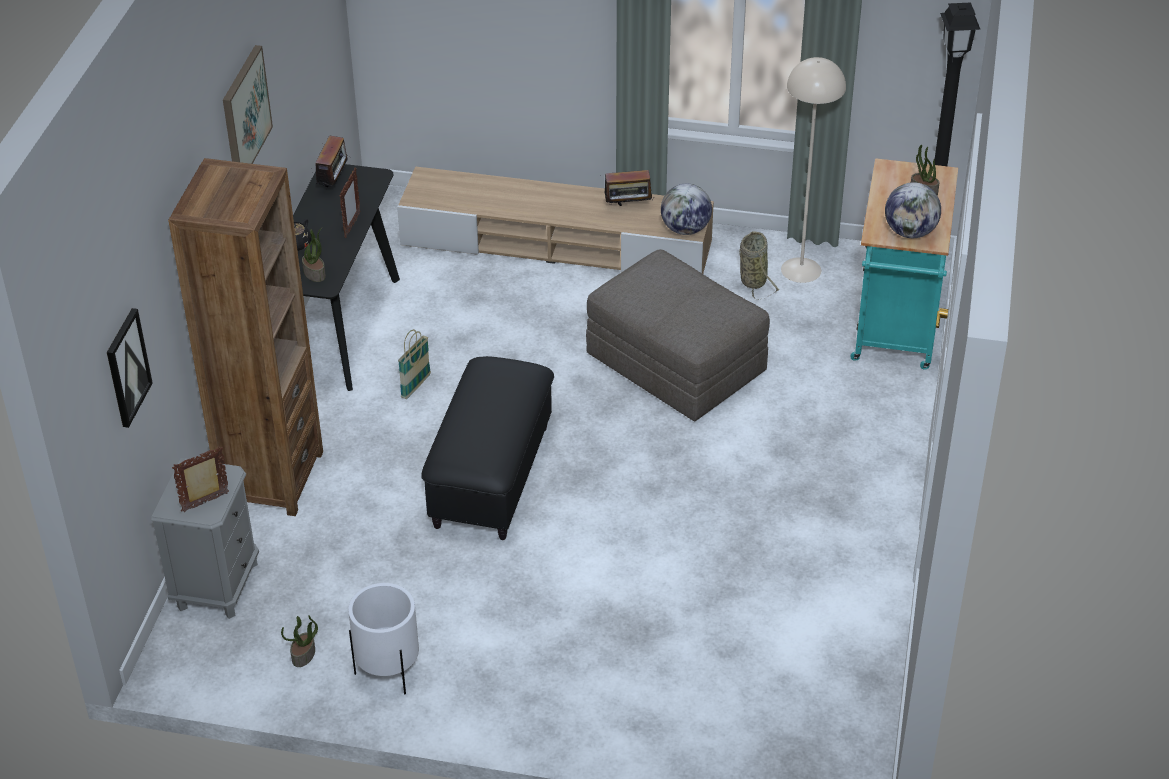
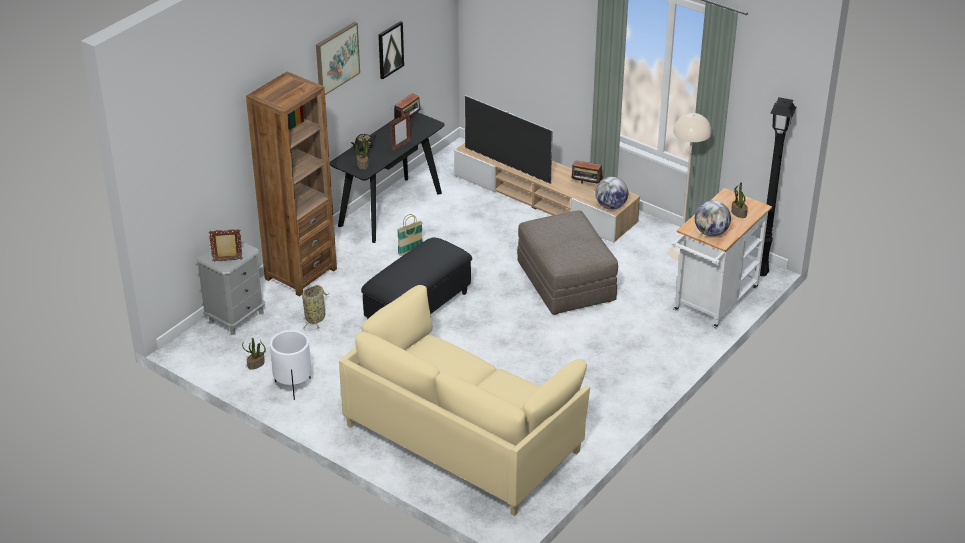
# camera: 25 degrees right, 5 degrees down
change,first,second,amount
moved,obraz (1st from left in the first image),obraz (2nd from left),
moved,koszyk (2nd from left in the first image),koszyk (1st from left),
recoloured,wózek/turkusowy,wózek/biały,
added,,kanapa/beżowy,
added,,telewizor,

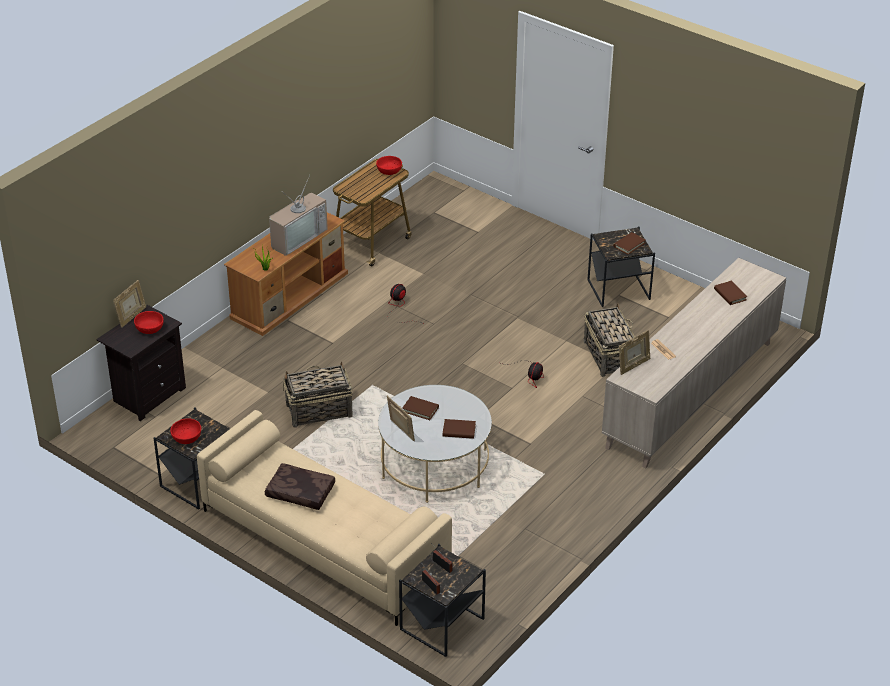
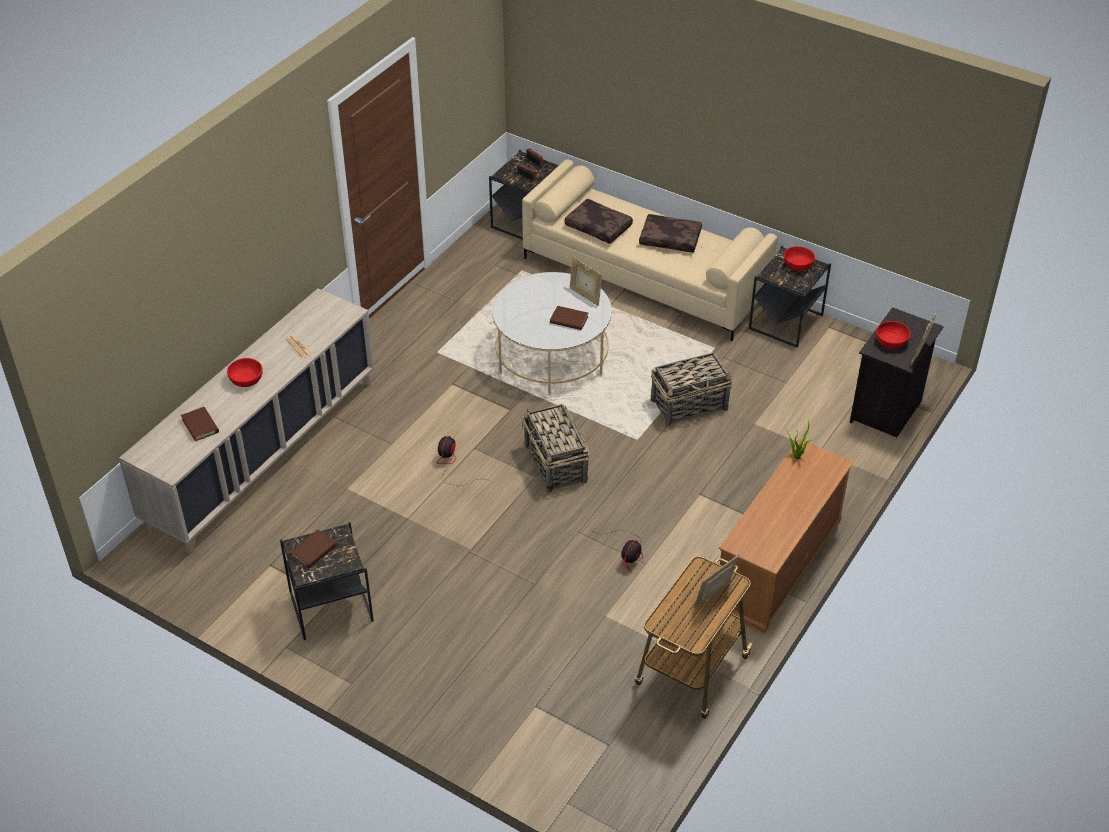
# camera: 175 degrees right, 5 degrees up
change,first,second,amount
removed,telewizor,,
moved,miska/czerwony (3rd from left in the first image),miska/czerwony (1st from left),
removed,książka/brązowy (2nd from left),,
moved,koszyk (2nd from left in the first image),koszyk (1st from left),
moved,ramka na zdjęcie (3rd from left in the first image),ramka na zdjęcie (2nd from left),
added,,poduszka/brązowy (1st from left),

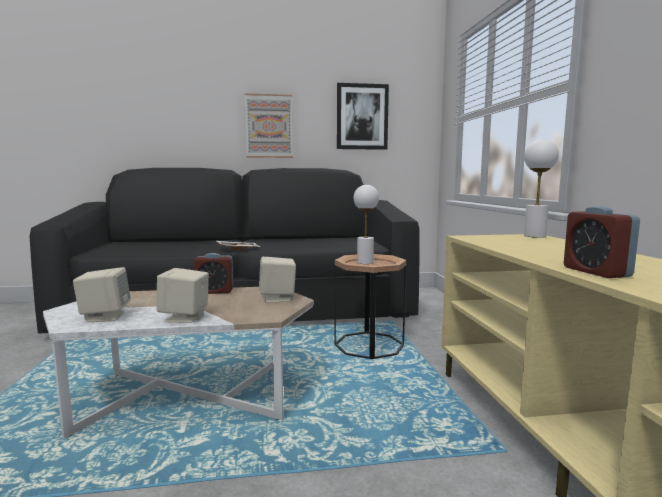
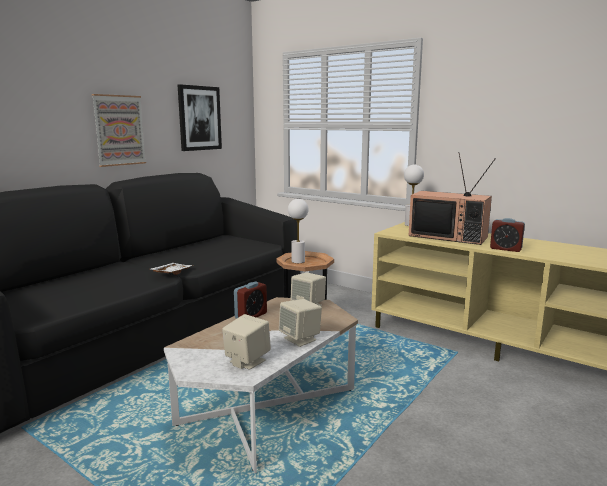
# camera: 45 degrees left, 5 degrees up
change,first,second,amount
added,,telewizor,

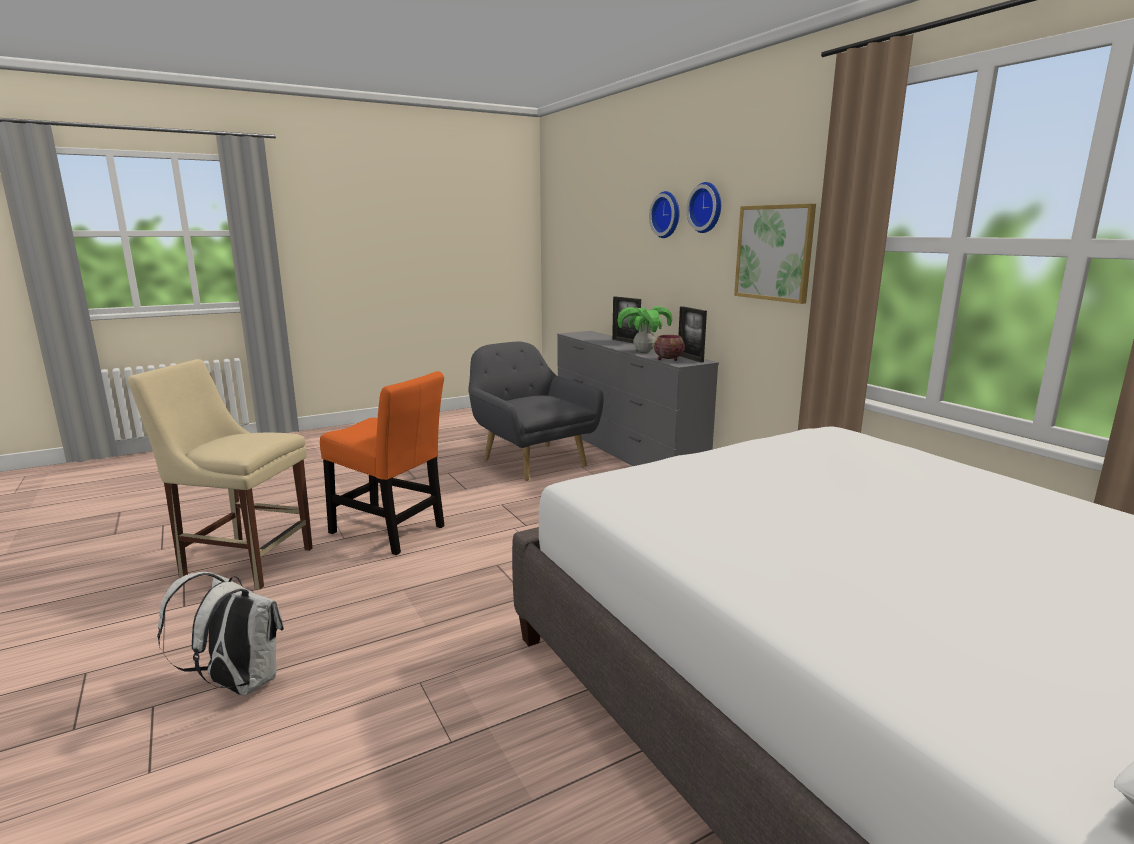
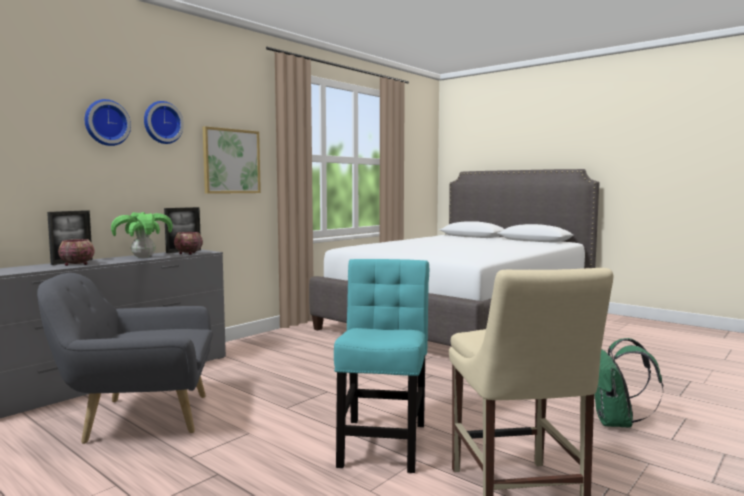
# camera: 110 degrees left, 10 degrees down
change,first,second,amount
recoloured,plecak/biały,plecak/zielony,
recoloured,krzesło/pomarańczowy,krzesło/turkusowy,
turned,fotel/szary,,45 degrees clockwise
added,,miska (1st from left),

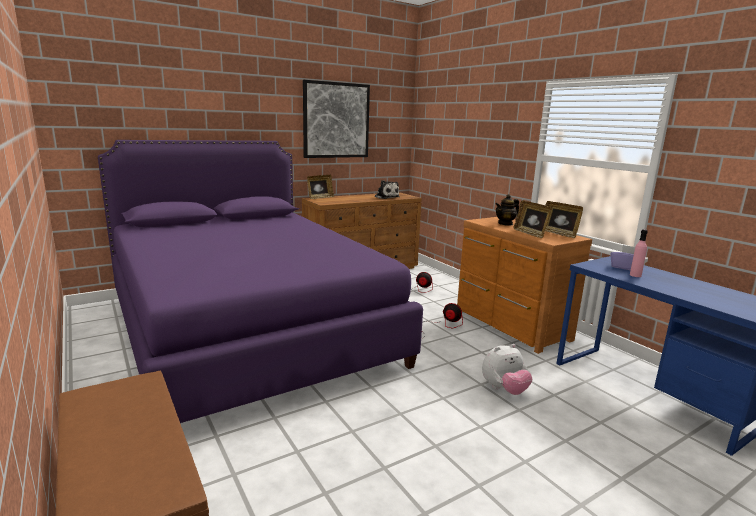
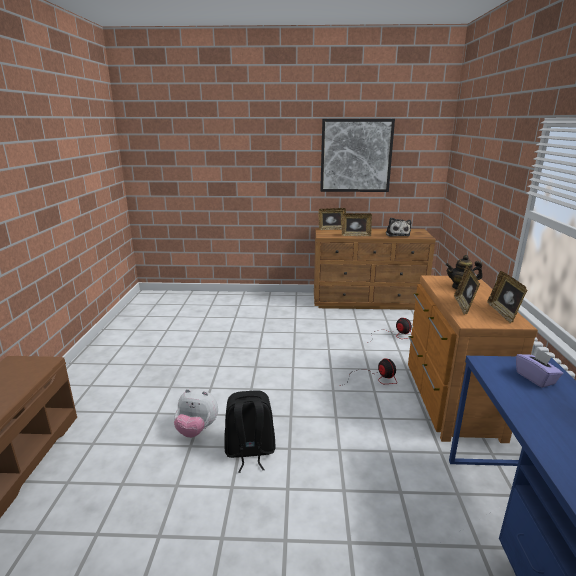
# camera: 35 degrees right, 5 degrees up
change,first,second,amount
removed,łóżko/fioletowy,,
moved,pluszak (2nd from left in the first image),pluszak (1st from left),
removed,butelka/różowy,,
added,,plecak/czarny,
added,,ramka na zdjęcie (2nd from left),

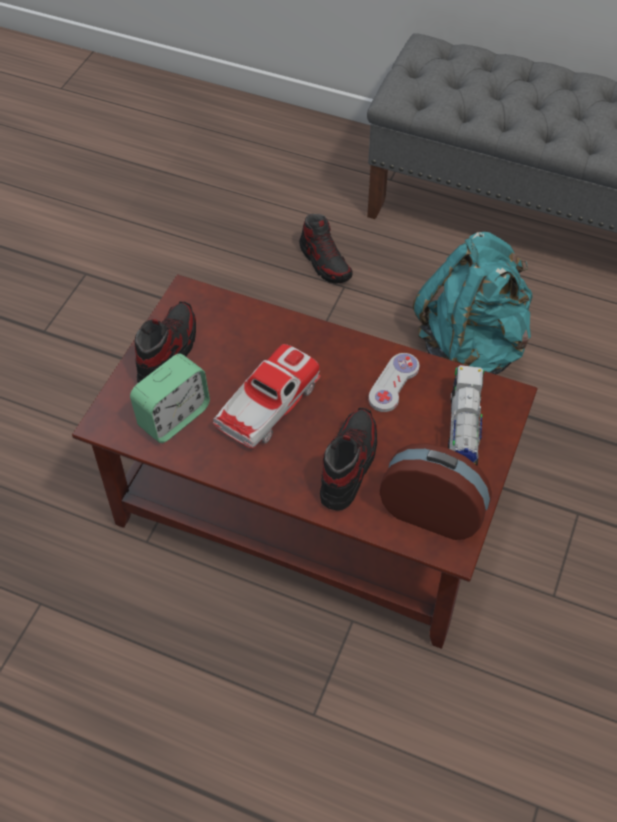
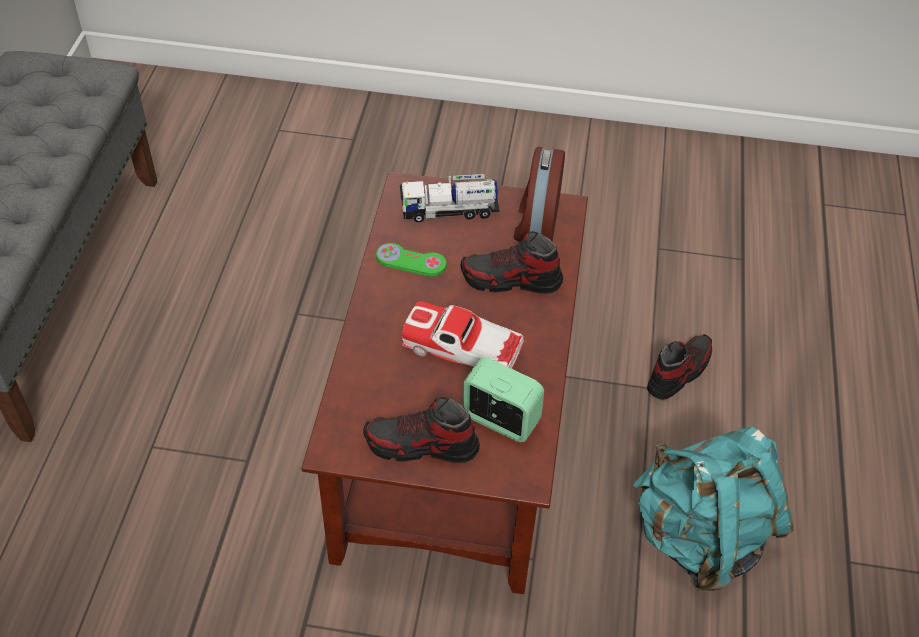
# camera: 105 degrees left, 5 degrees down
change,first,second,amount
moved,but (2nd from left in the first image),but (3rd from left),
recoloured,pad do gier/biały,pad do gier/zielony,
moved,plecak/turkusowy,,

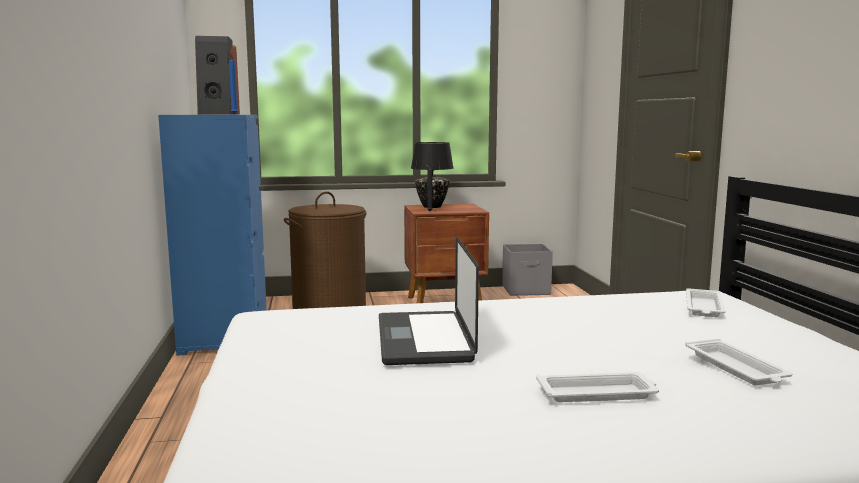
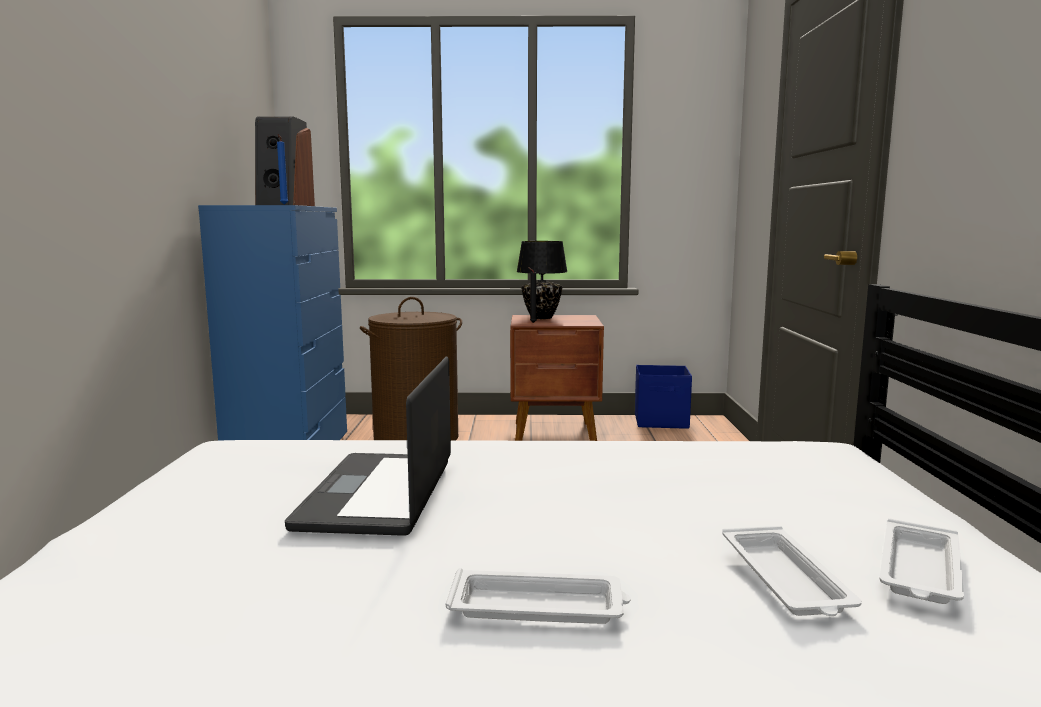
# camera: 10 degrees right, 0 degrees up
change,first,second,amount
recoloured,pojemnik do przechowywania/szary,pojemnik do przechowywania/niebieski,
moved,taca/biały (2nd from left in the first image),taca/biały (3rd from left),

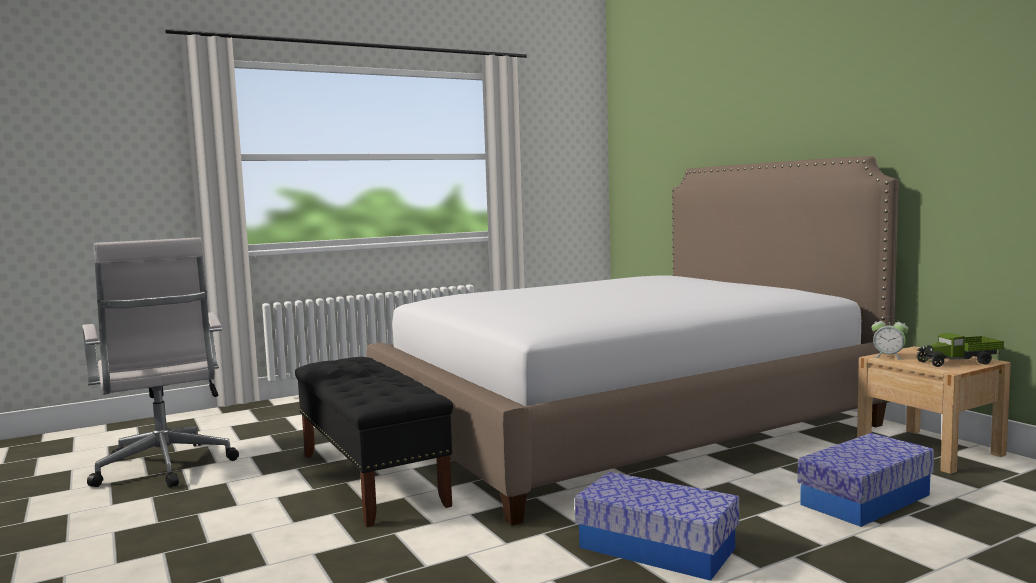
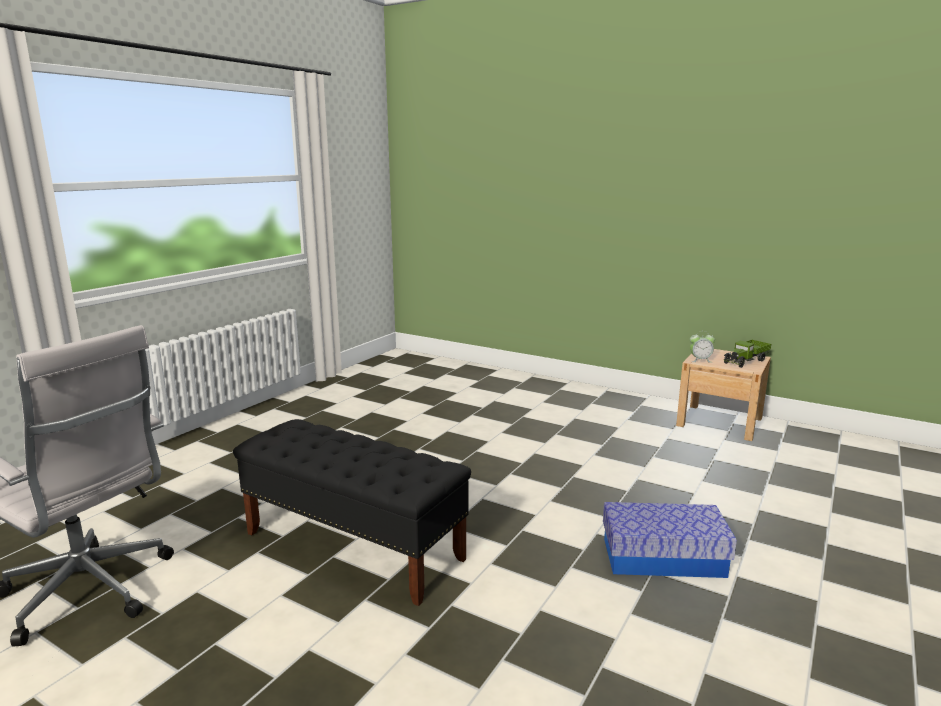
# camera: 30 degrees left, 10 degrees up
change,first,second,amount
removed,łóżko,,
removed,pojemnik do przechowywania (2nd from left),,

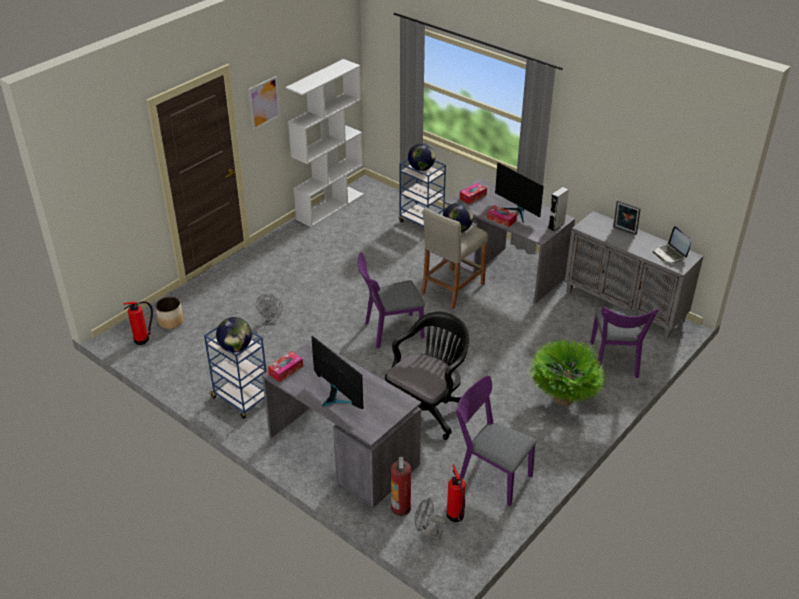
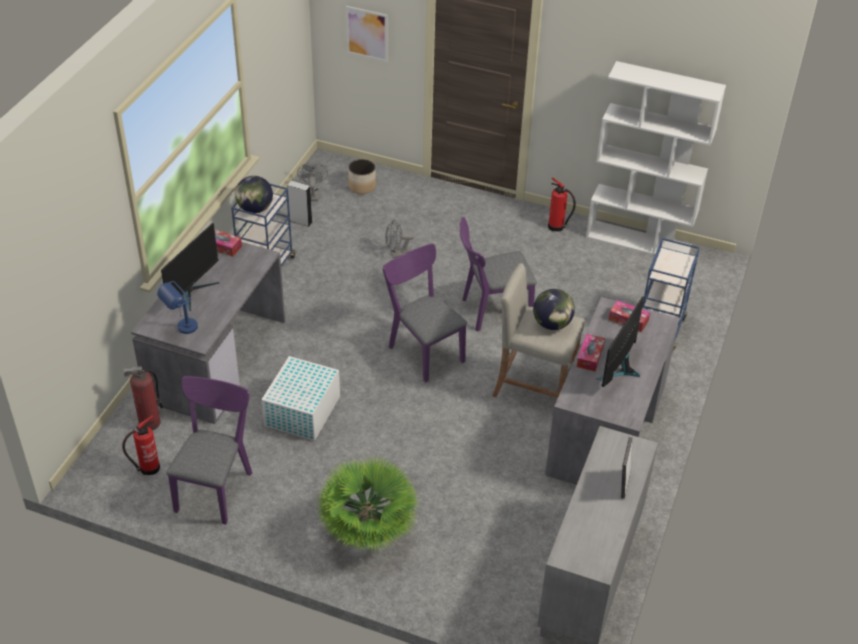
# camera: 70 degrees right, 5 degrees up
change,first,second,amount
moved,gaśnica (1st from left in the first image),gaśnica (3rd from left),
moved,obraz,,
replaced,krzesło biurowe/czarny,pojemnik do przechowywania/biały,
removed,globus (2nd from left),,
moved,wentylator/szary (2nd from left in the first image),wentylator/szary (1st from left),
moved,głośnik/szary,,
moved,krzesło/fioletowy (3rd from left),,
removed,laptop,,
added,,lampa stołowa/niebieski,

